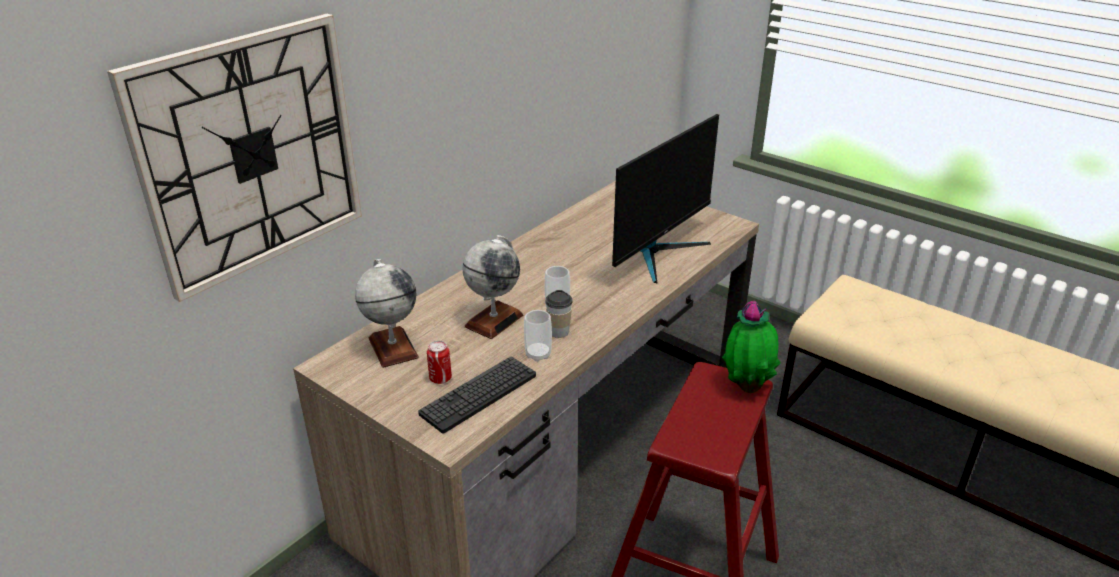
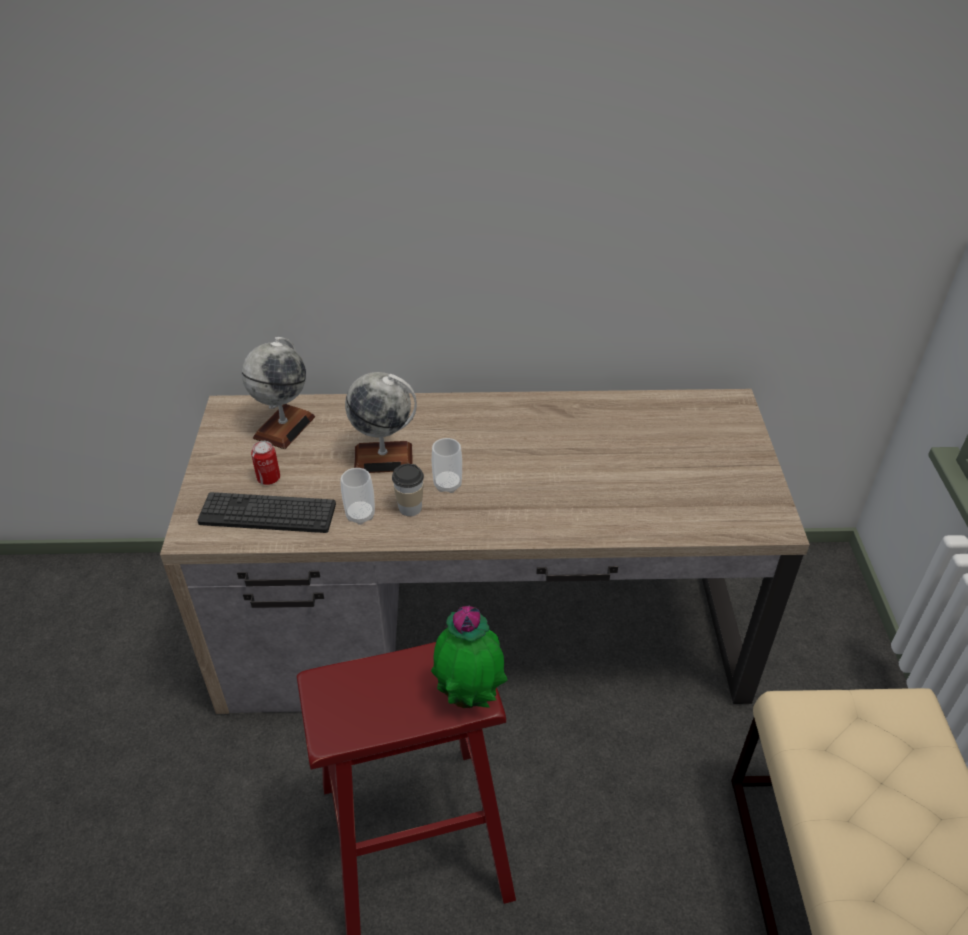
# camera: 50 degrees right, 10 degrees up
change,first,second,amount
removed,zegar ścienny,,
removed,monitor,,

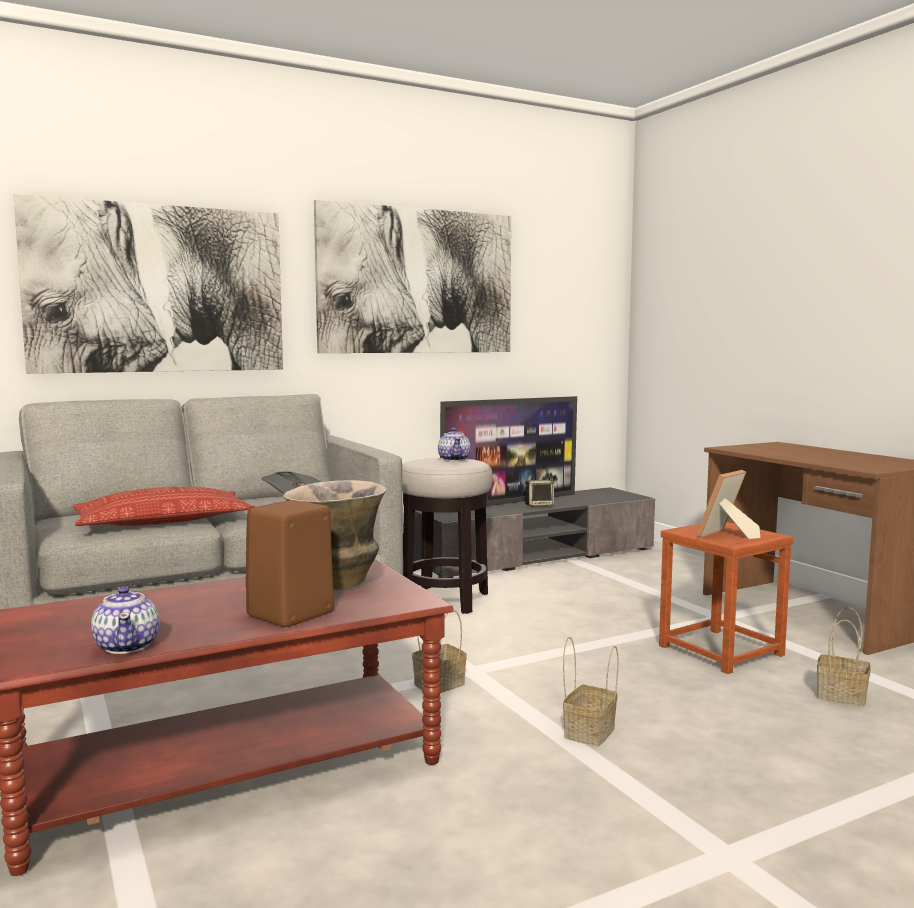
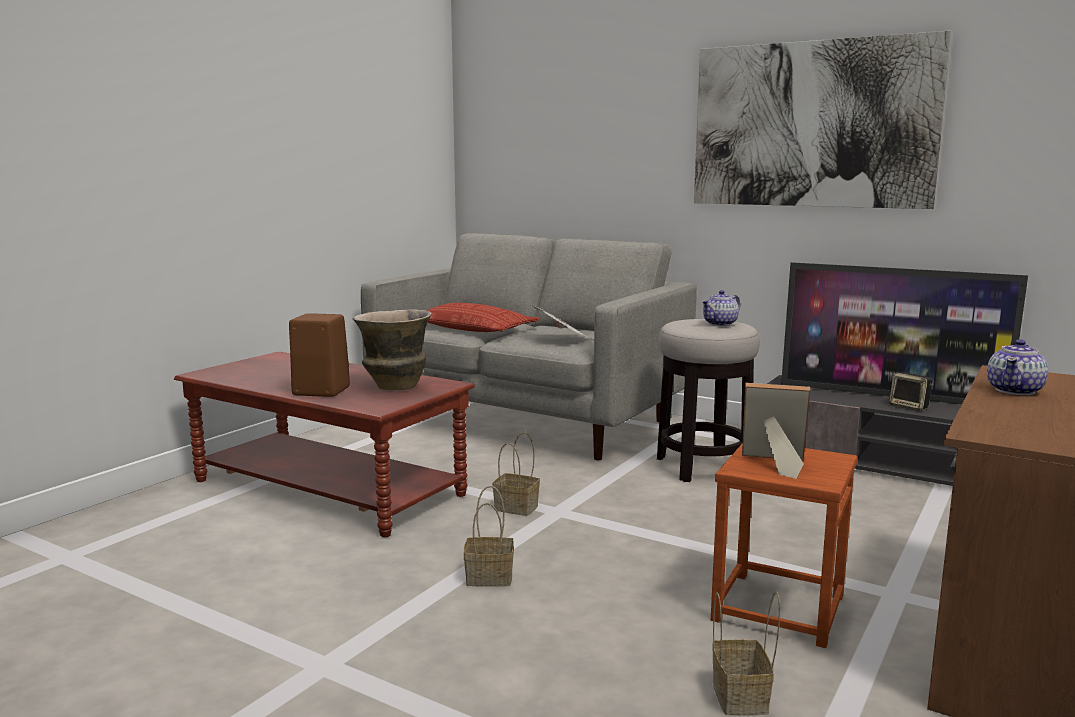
# camera: 60 degrees right, 5 degrees up
change,first,second,amount
removed,obraz (1st from left),,
moved,imbryk (1st from left in the first image),imbryk (2nd from left),

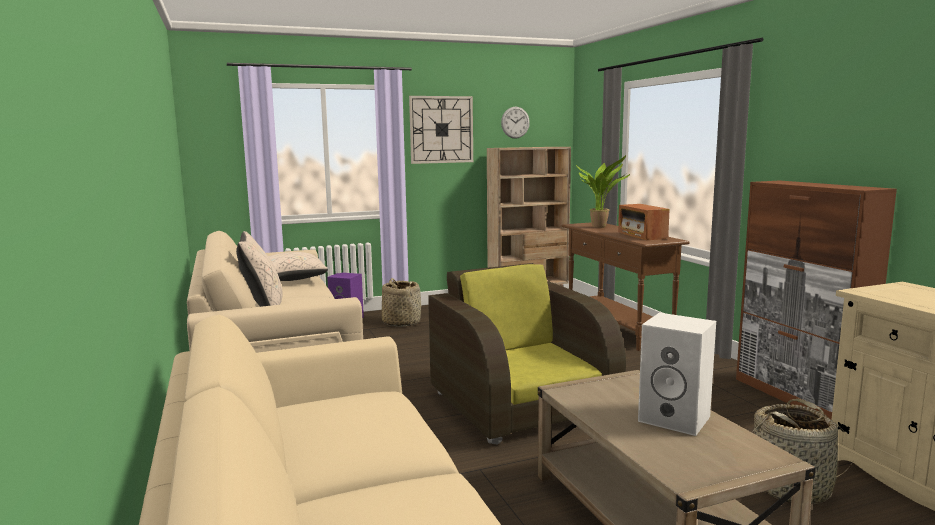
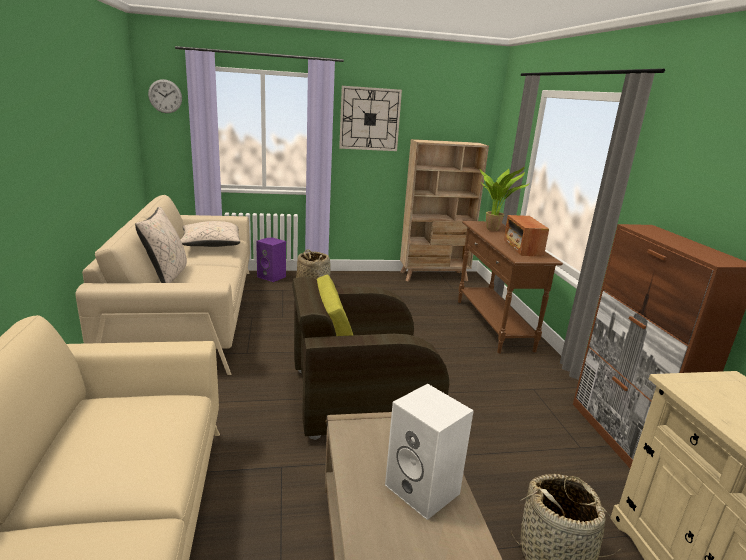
# camera: 10 degrees right, 10 degrees up
change,first,second,amount
turned,fotel/brązowy,,90 degrees counterclockwise
moved,zegar ścienny (2nd from left in the first image),zegar ścienny (1st from left),

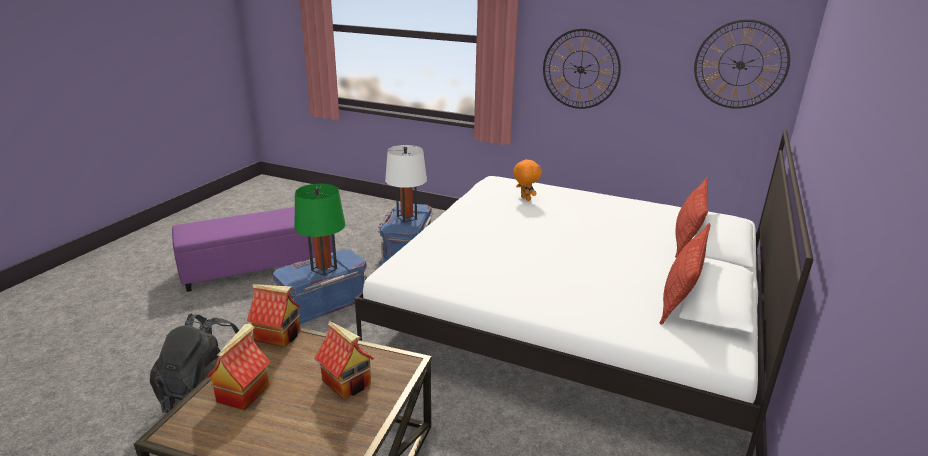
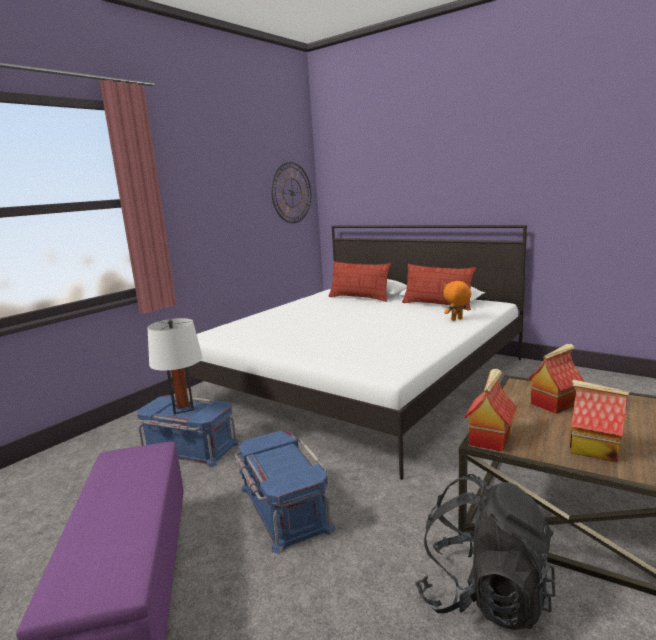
# camera: 75 degrees left, 10 degrees down
change,first,second,amount
removed,lampa stołowa/zielony,,
moved,pluszak/pomarańczowy,,
removed,zegar ścienny (1st from left),,

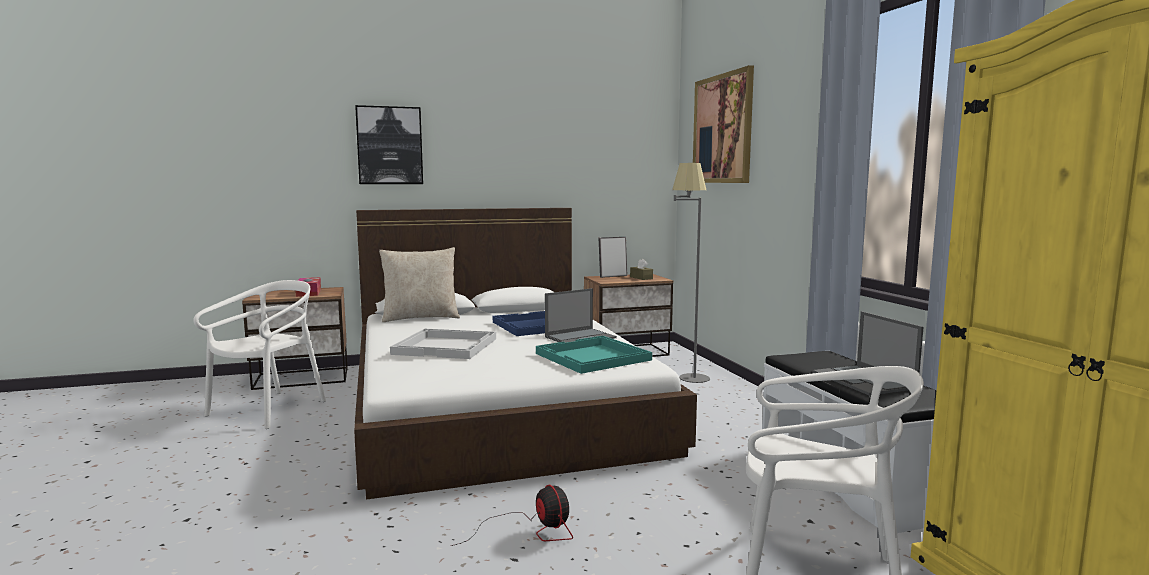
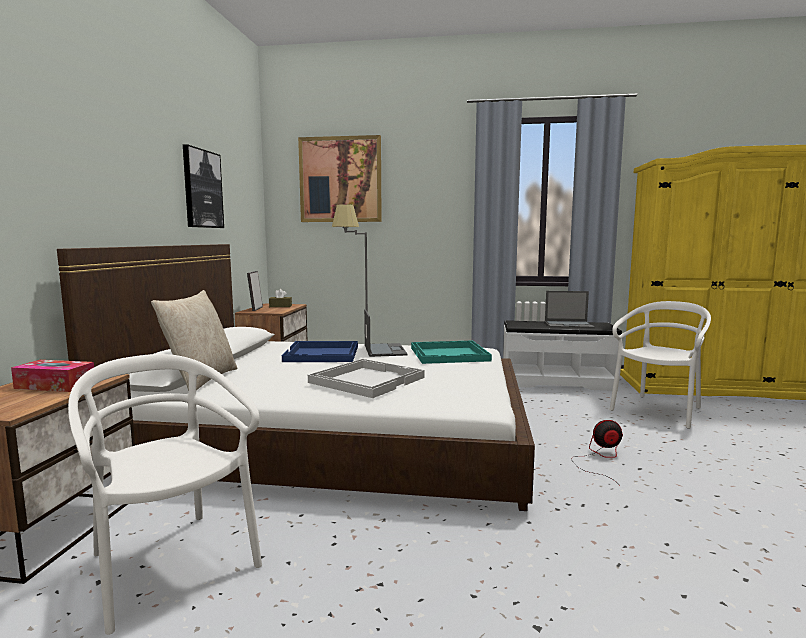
# camera: 65 degrees left, 0 degrees up
change,first,second,amount
moved,obraz (1st from left),,

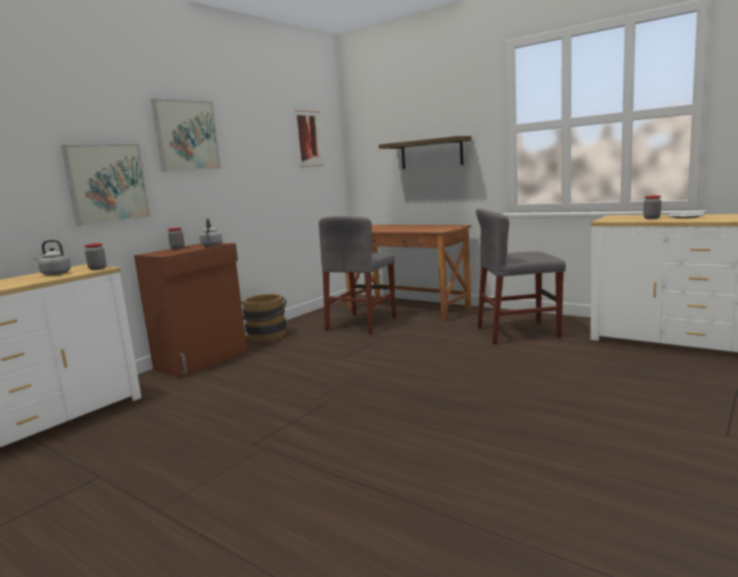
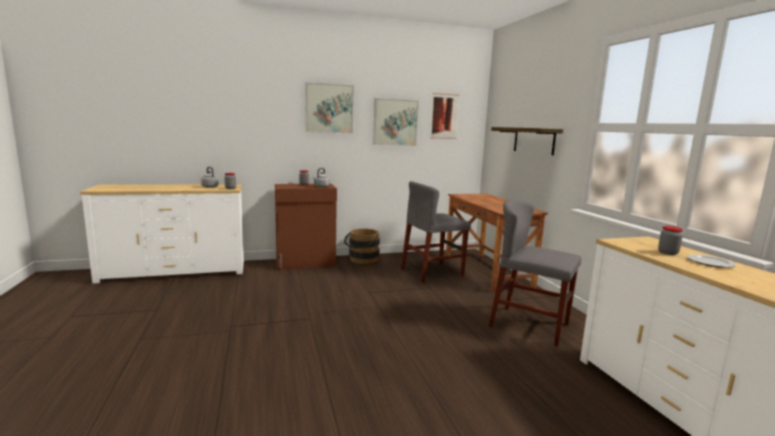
# camera: 35 degrees right, 0 degrees up
change,first,second,amount
moved,obraz (1st from left in the first image),obraz (2nd from left),

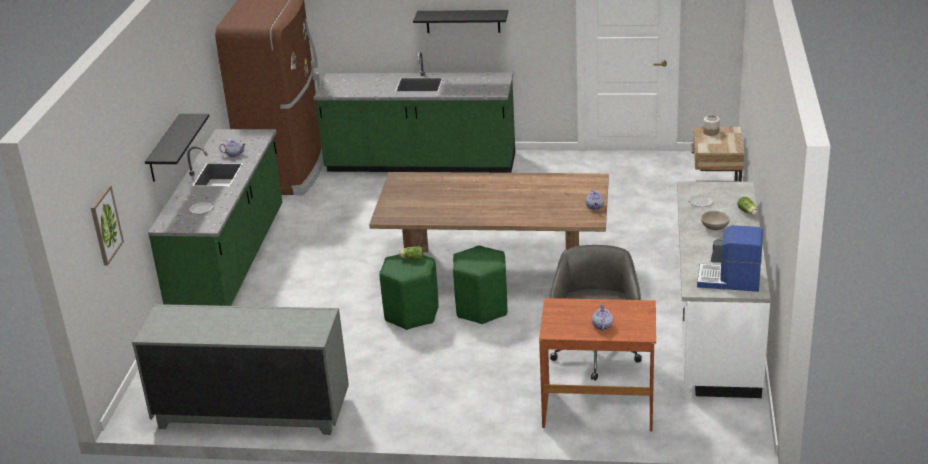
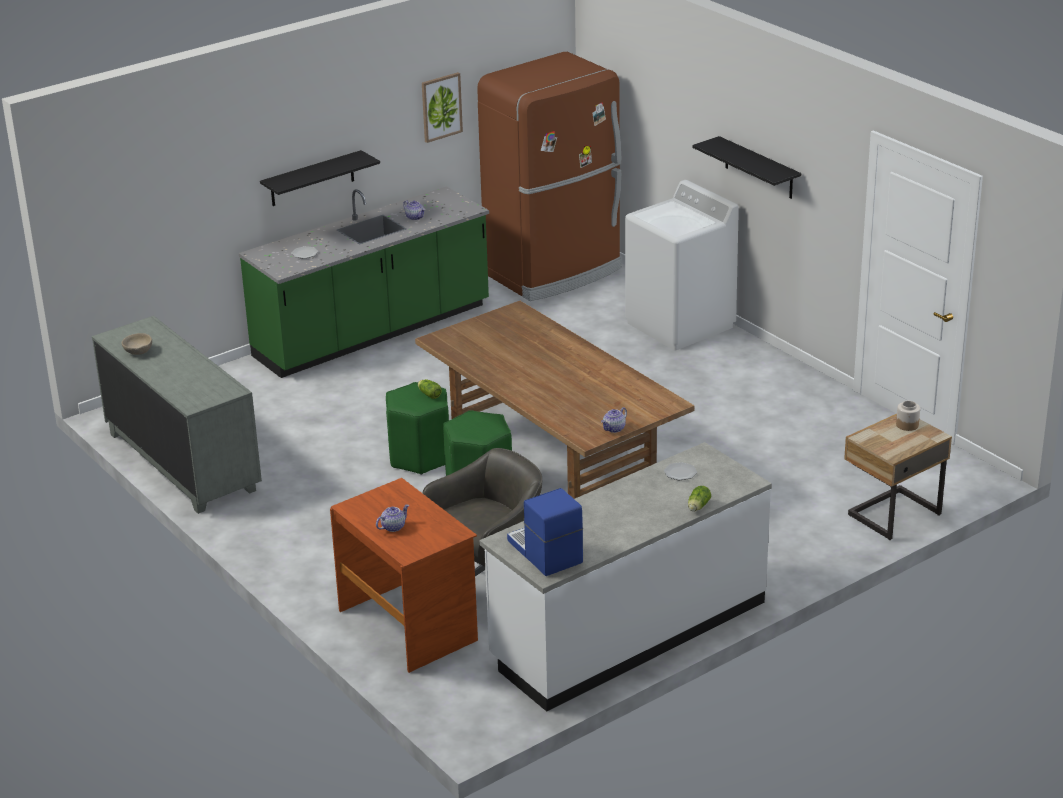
# camera: 45 degrees right, 0 degrees up
change,first,second,amount
moved,obraz,,
replaced,zabudowa kuchenna/zielony (2nd from left),pralka/biały,
moved,miska/beżowy,,

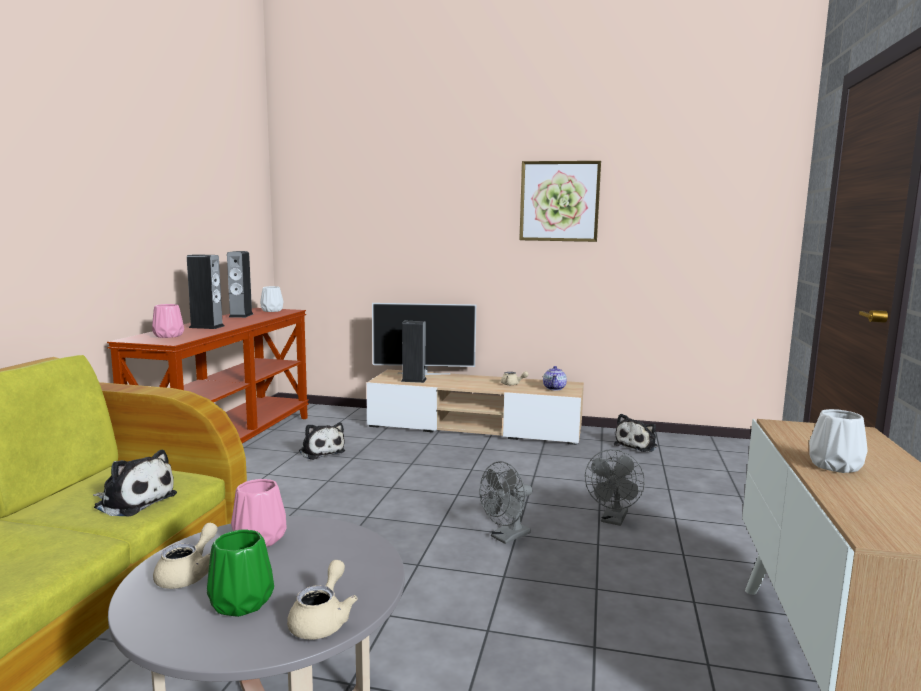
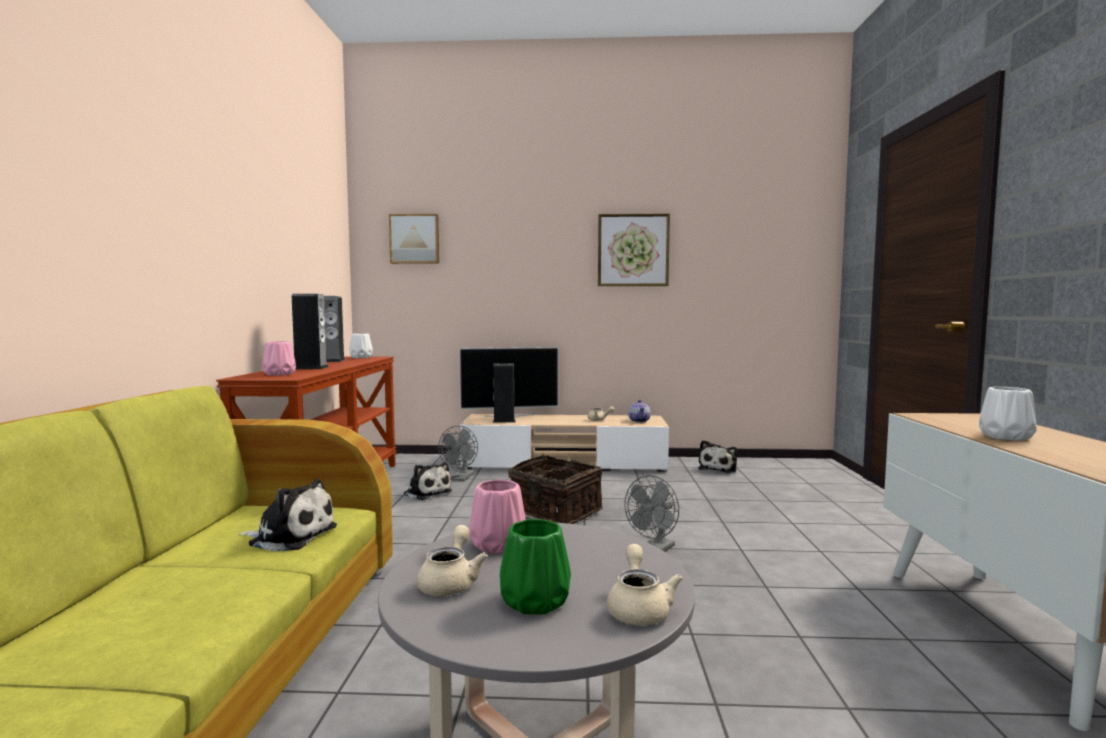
# camera: 10 degrees left, 5 degrees down
change,first,second,amount
moved,wentylator/szary (2nd from left in the first image),wentylator/szary (1st from left),
added,,obraz (1st from left),
added,,koszyk,

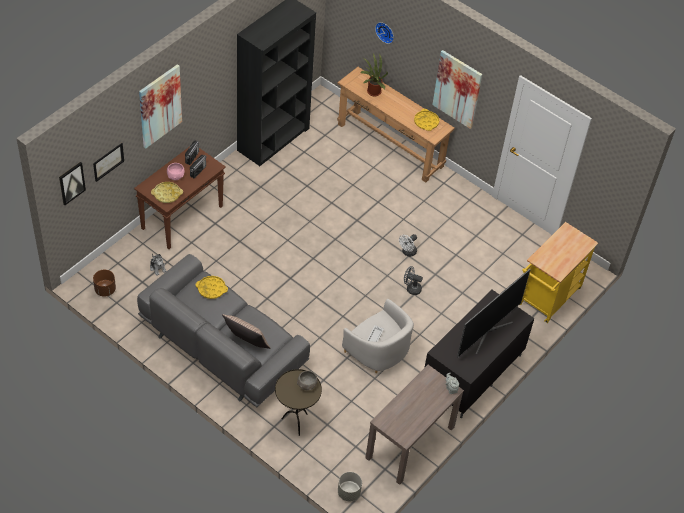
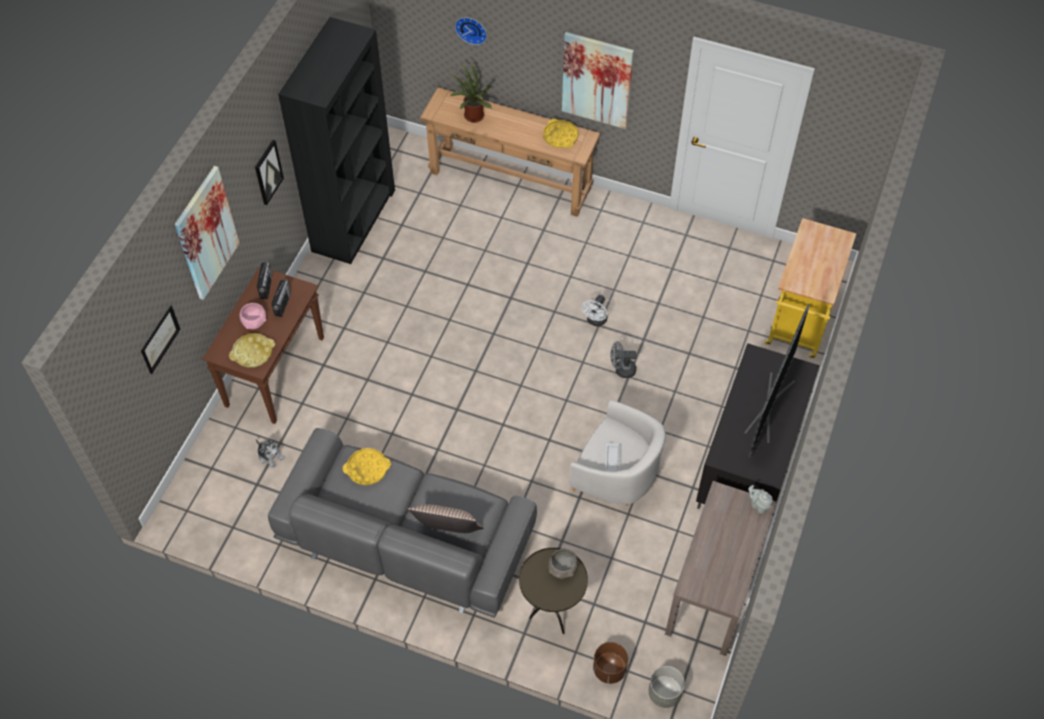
# camera: 15 degrees left, 5 degrees up
change,first,second,amount
moved,obraz (1st from left in the first image),obraz (3rd from left),
moved,donica/brązowy,,

